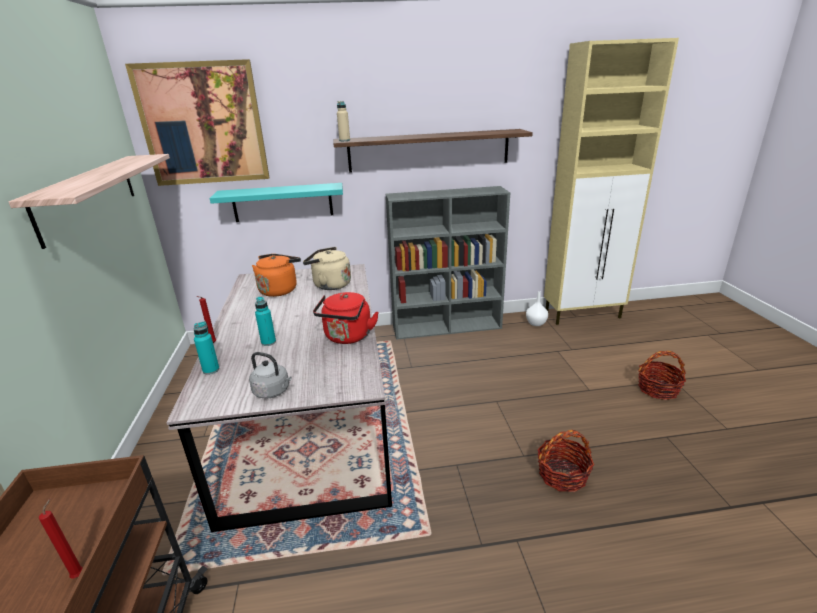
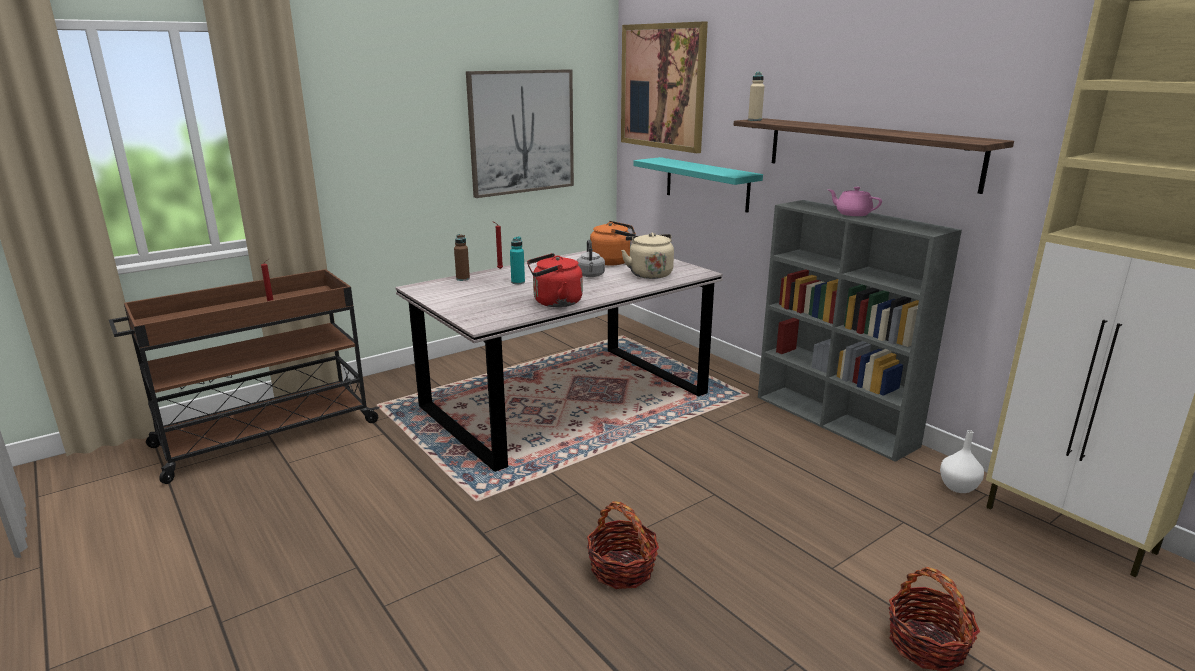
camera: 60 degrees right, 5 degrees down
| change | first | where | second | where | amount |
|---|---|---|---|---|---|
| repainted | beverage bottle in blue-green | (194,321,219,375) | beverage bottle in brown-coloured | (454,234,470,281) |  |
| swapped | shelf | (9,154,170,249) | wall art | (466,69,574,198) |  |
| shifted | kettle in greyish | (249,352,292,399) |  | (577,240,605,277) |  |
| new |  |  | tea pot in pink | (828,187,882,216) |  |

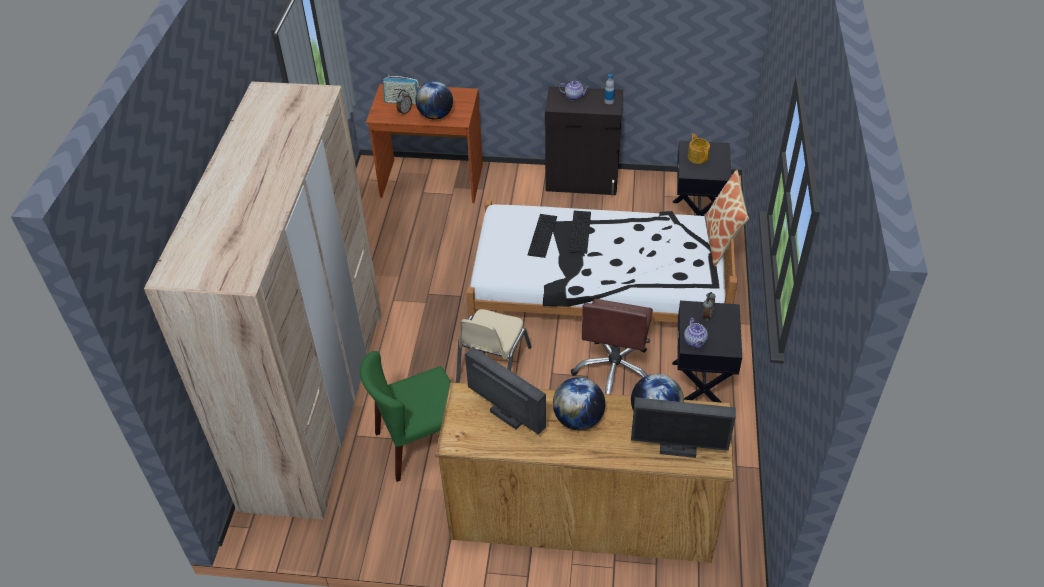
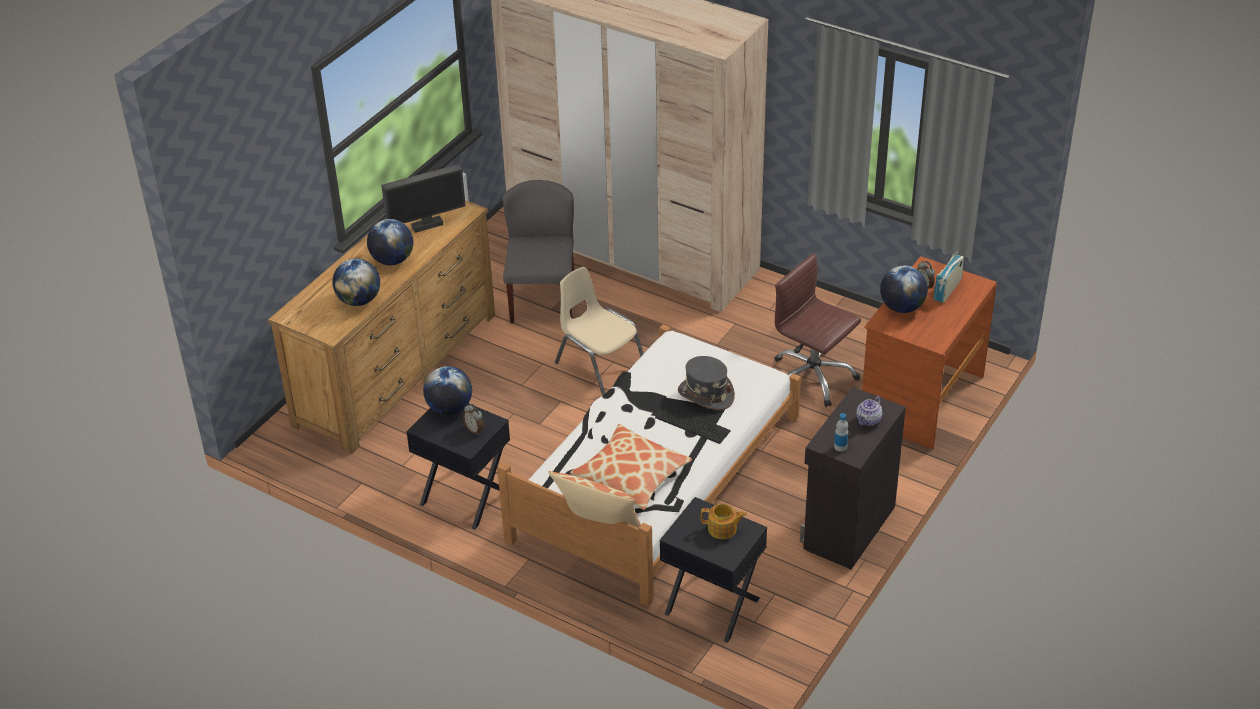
camera: 115 degrees right, 5 degrees down
| change | first | where | second | where | amount |
|---|---|---|---|---|---|
| swapped | tea pot | (684,318,708,349) | desk globe | (423,366,472,415) |  |
| repainted | chair in green-coloured | (360,351,451,482) | chair in greyish | (503,180,574,323) |  |
| new |  |  | cushion | (570,424,692,510) |  |
| swapped | computer keyboard | (528,214,557,258) | hat in greyish | (678,356,735,410) |  |
| shifted | computer chair in brown-coloured | (571,299,653,394) |  | (774,253,861,407) |  |
| gone | computer display | (631,397,736,458) |  |  |  |

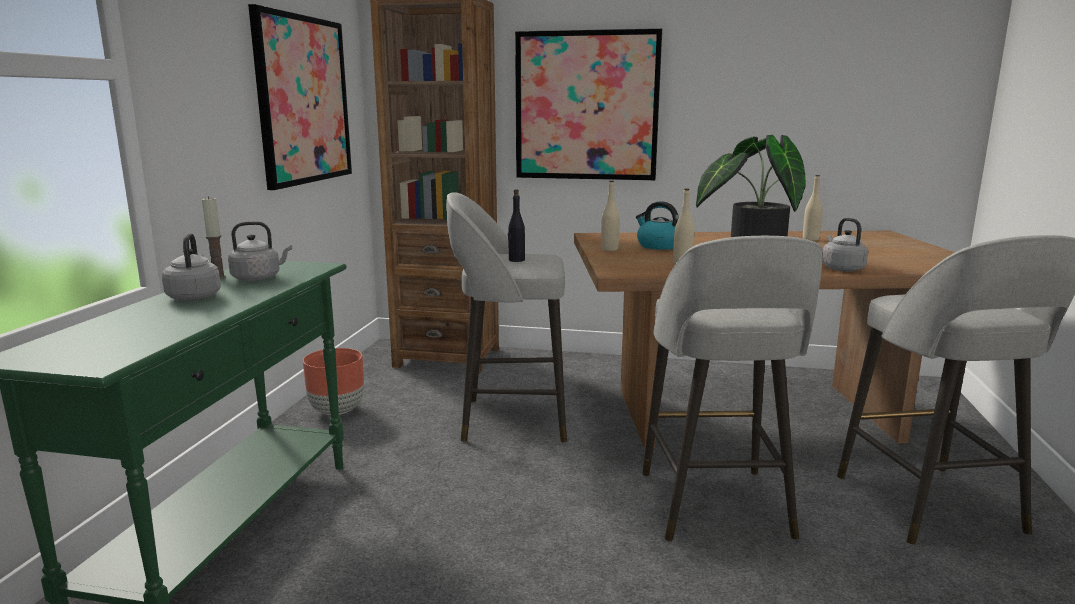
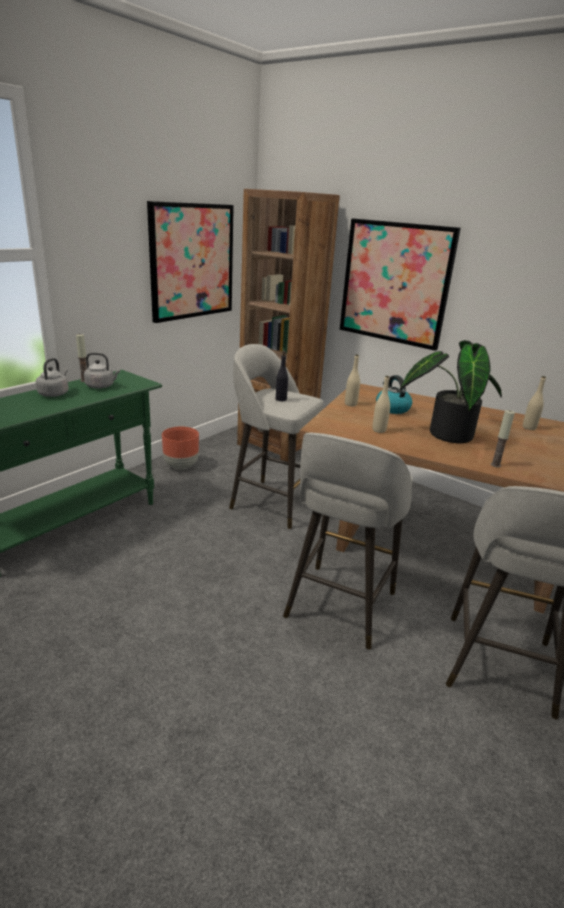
camera: 25 degrees right, 10 degrees up
| change | first | where | second | where | amount |
|---|---|---|---|---|---|
| swapped | kettle in greyish | (822,218,868,272) | wax light | (491,410,515,467) |  |

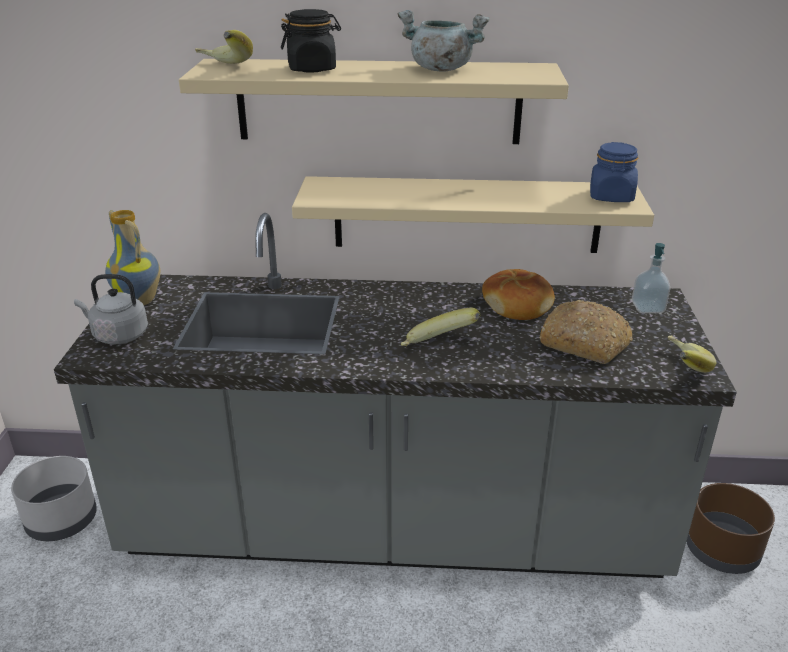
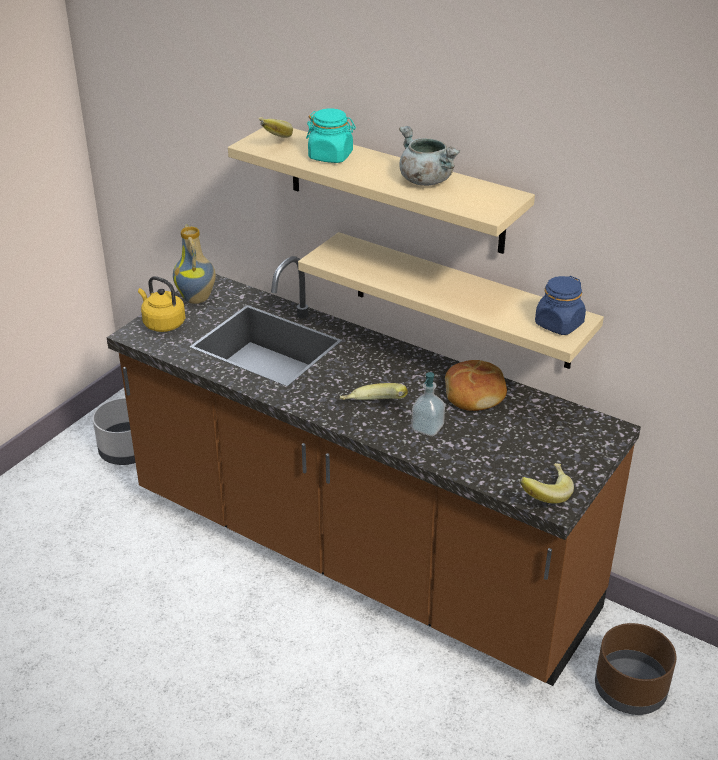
camera: 30 degrees right, 5 degrees up
| change | first | where | second | where | amount |
|---|---|---|---|---|---|
| repainted | kitchen counter in greyish | (54,213,737,578) | kitchen counter in brown-coloured | (106,256,641,686) |  |
| repainted | kettle in greyish | (74,274,148,344) | kettle in yellow | (138,276,185,332) |  |
| repainted | jar in black-coloured | (281,9,341,73) | jar in blue-green | (306,108,356,163) |  |
| shifted | liquid soap bottle | (632,243,670,313) |  | (411,372,445,436) |  |
| gone | bread | (539,300,633,364) |  |  |  |

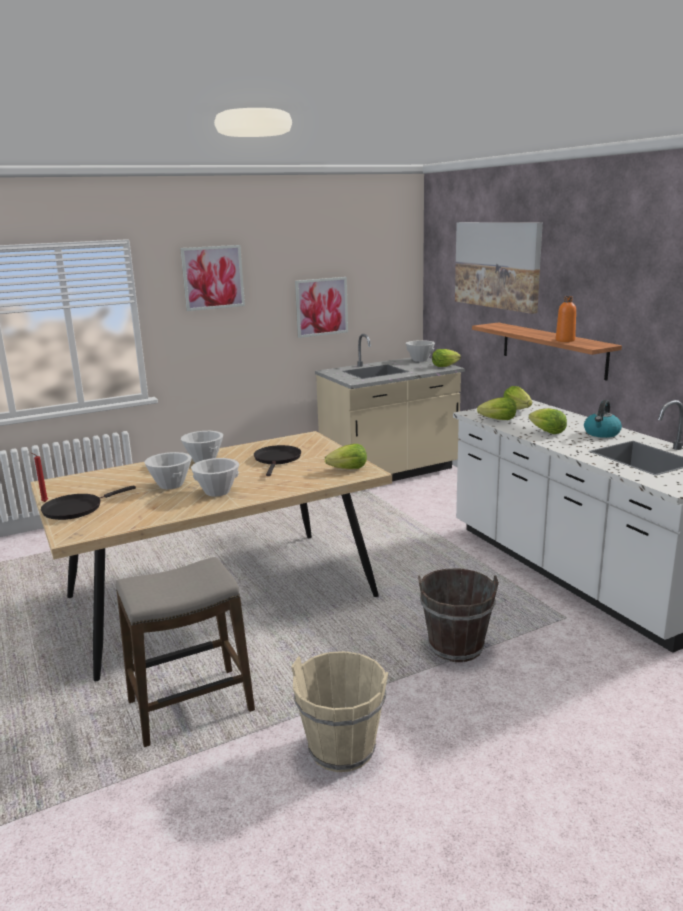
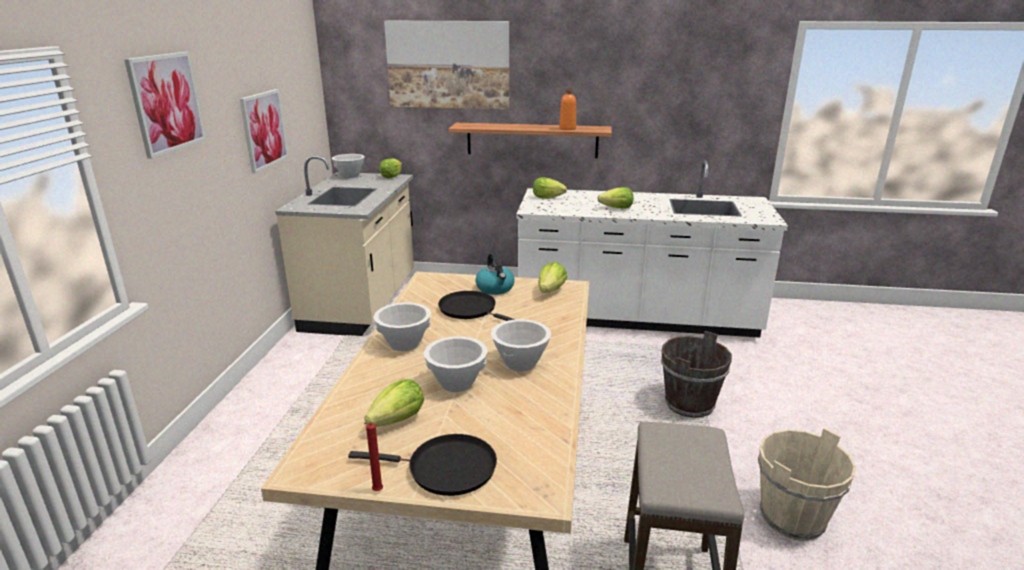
camera: 55 degrees left, 5 degrees up
| change | first | where | second | where | amount |
|---|---|---|---|---|---|
| rotated | pan in black-coloured | (41,485,136,520) |  | (348,434,497,496) | 75 degrees counterclockwise |
| shifted | lettuce head | (477,397,516,420) |  | (365,379,424,427) |  |
| shifted | kettle | (584,400,622,438) |  | (476,253,515,295) |  |

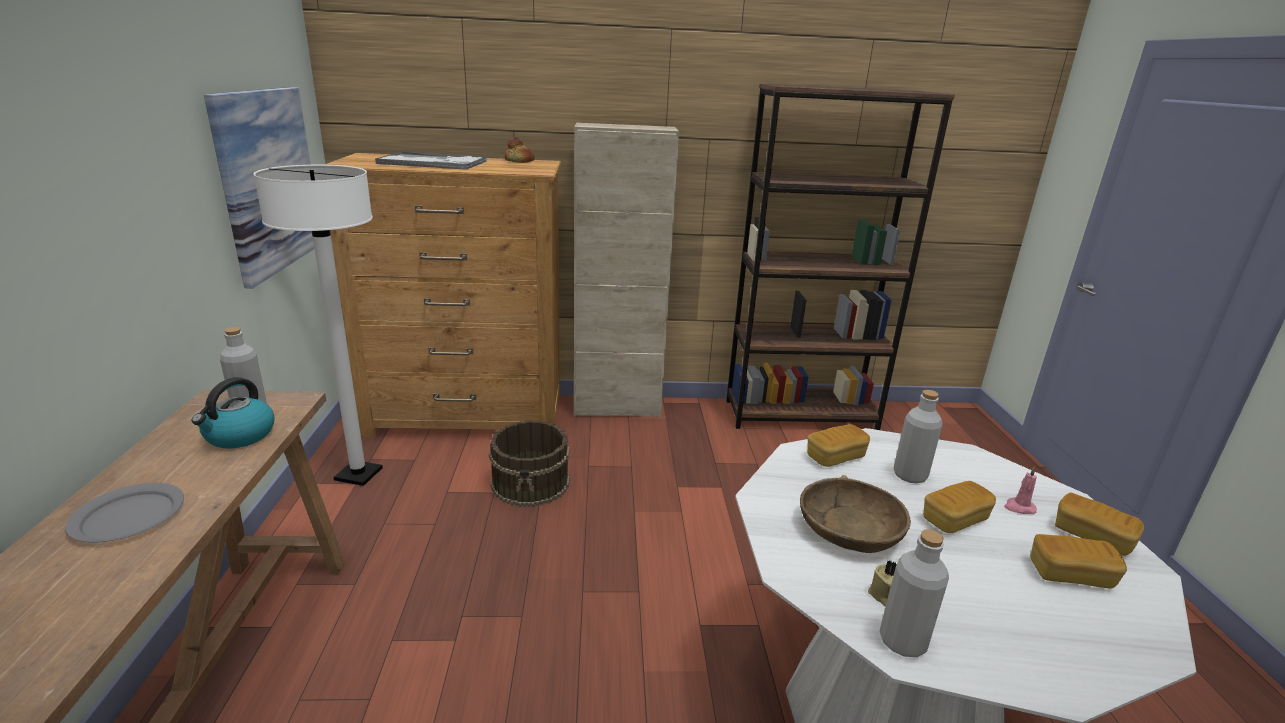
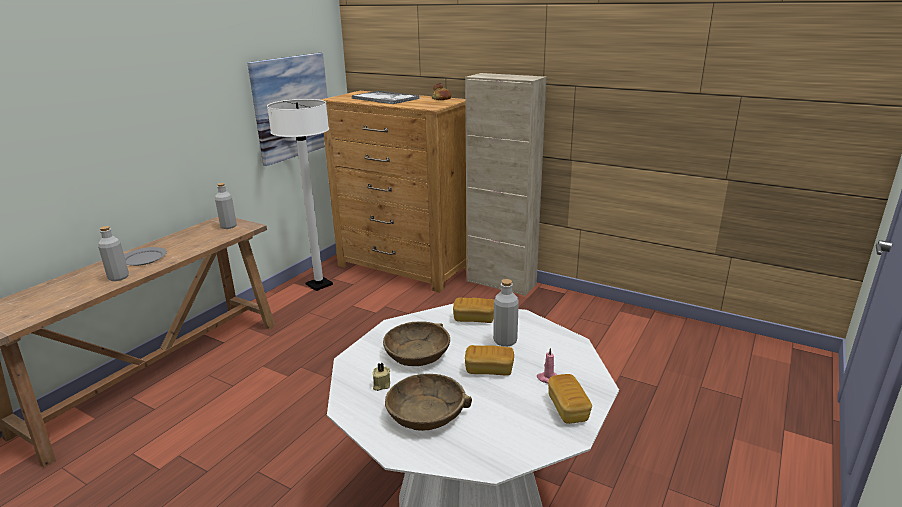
camera: 35 degrees right, 0 degrees up
| change | first | where | second | where | amount |
|---|---|---|---|---|---|
| shifted | beverage bottle in greyish | (880,529,949,657) |  | (98,226,129,281) |  |
| new |  |  | bowl in brown-coloured | (385,374,472,431) |  |
| gone | kettle | (191,377,275,448) |  |  |  |
| gone | water bucket in brown-coloured | (489,421,570,507) |  |  |  |
| gone | bookshelf in brown-coloured | (726,83,955,430) |  |  |  |
| gone | bread | (1030,534,1127,588) |  |  |  |

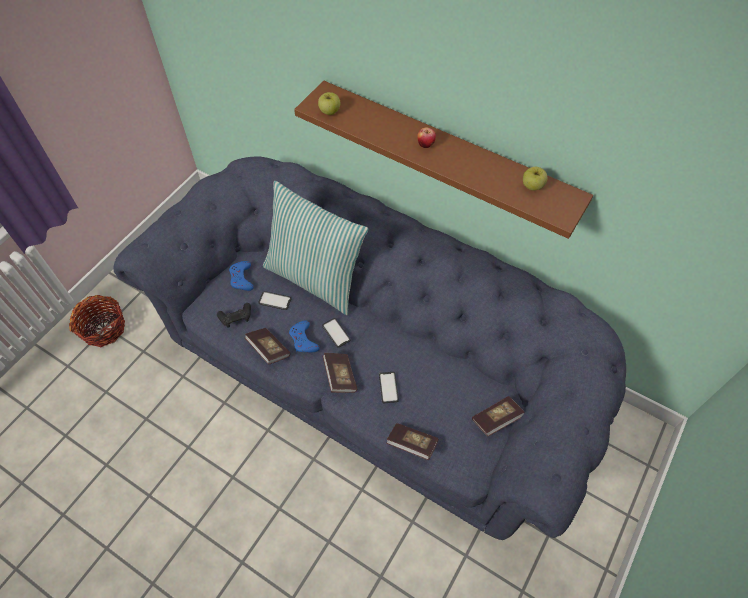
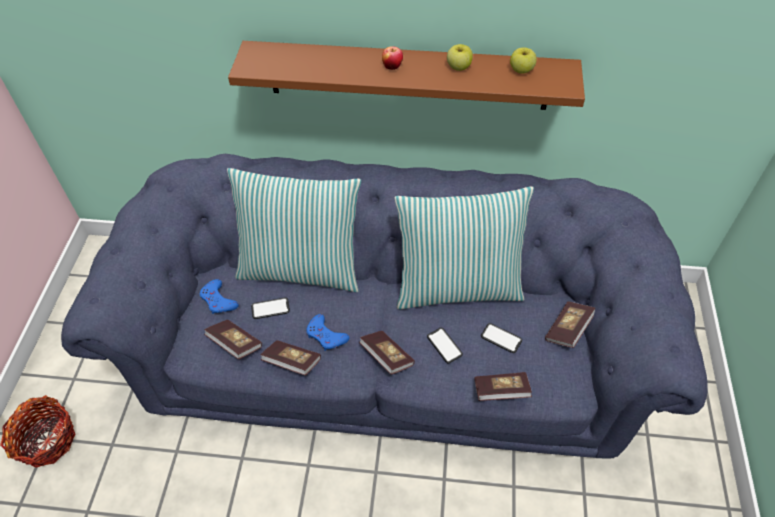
camera: 25 degrees left, 5 degrees down
| change | first | where | second | where | amount |
|---|---|---|---|---|---|
| swapped | gamepad in black-coloured | (217,303,251,328) | book | (204,320,262,359) |  |
| new |  |  | cushion | (395,186,534,309) |  |
| shifted | whole apple | (318,92,340,115) |  | (447,44,473,71) |  |
| shifted | handset | (322,318,350,348) |  | (481,323,522,353) |  |

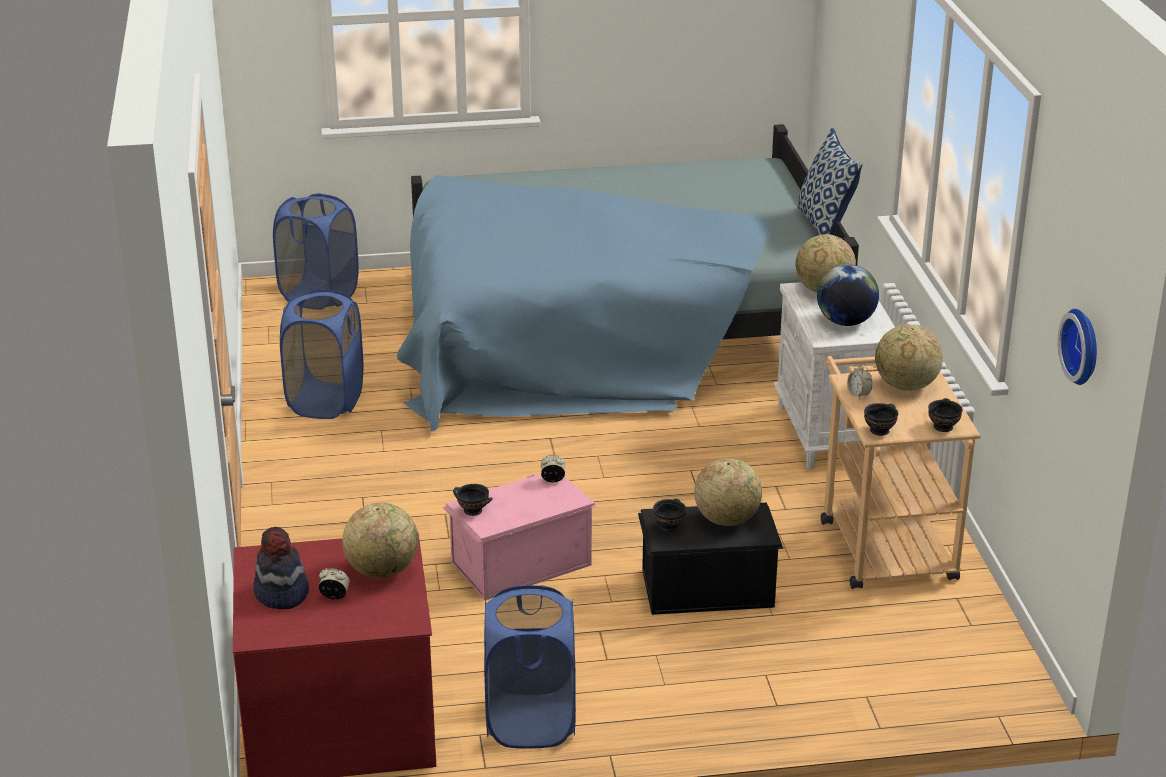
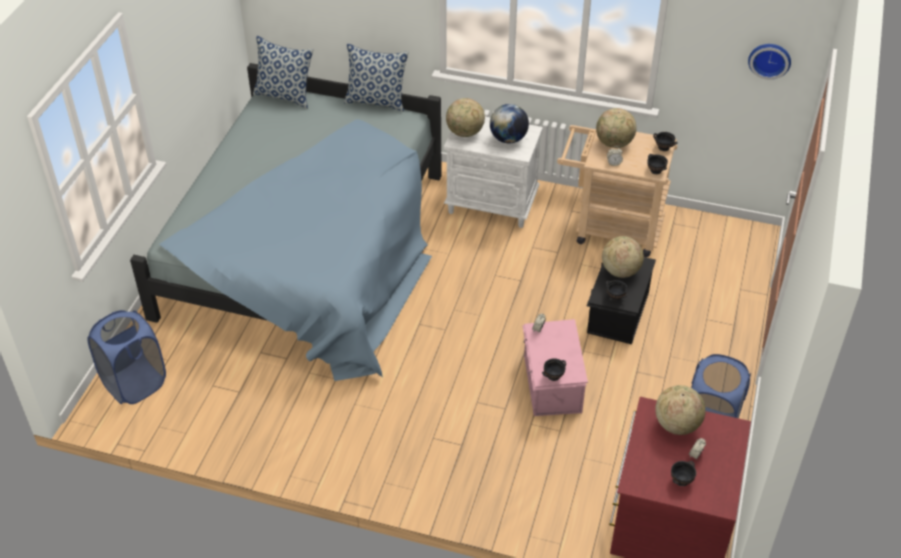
camera: 65 degrees left, 15 degrees up
| change | first | where | second | where | amount |
|---|---|---|---|---|---|
| new |  |  | cushion | (253,36,313,109) |  |
| swapped | hat | (253,527,309,609) | bowl in black-coloured | (671,461,696,486) |  |
| gone | laundry basket in bluish | (280,289,363,419) |  |  |  |

